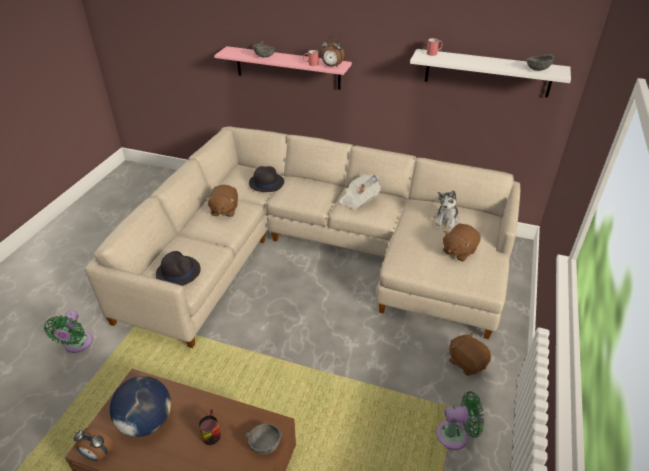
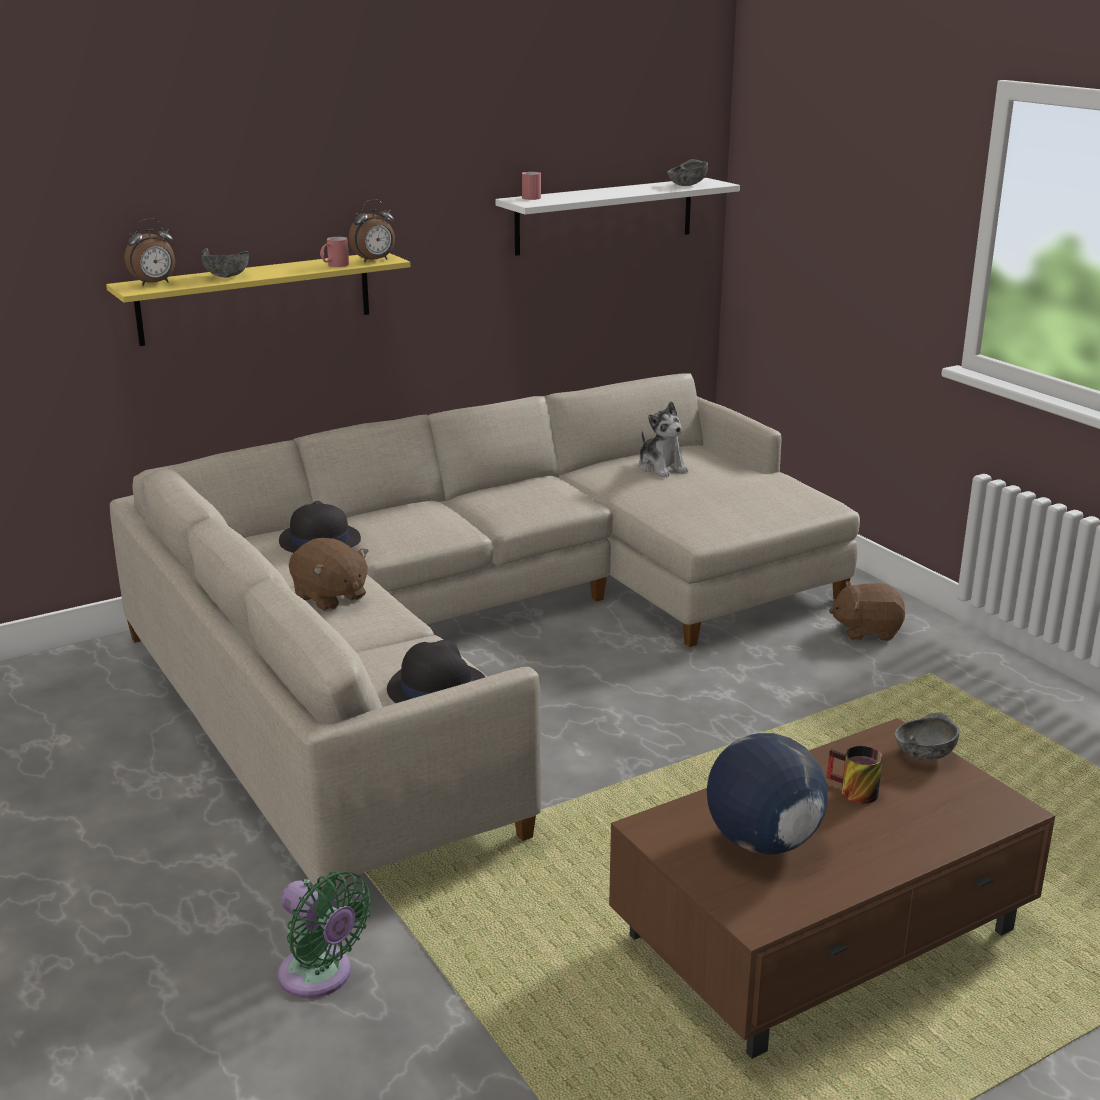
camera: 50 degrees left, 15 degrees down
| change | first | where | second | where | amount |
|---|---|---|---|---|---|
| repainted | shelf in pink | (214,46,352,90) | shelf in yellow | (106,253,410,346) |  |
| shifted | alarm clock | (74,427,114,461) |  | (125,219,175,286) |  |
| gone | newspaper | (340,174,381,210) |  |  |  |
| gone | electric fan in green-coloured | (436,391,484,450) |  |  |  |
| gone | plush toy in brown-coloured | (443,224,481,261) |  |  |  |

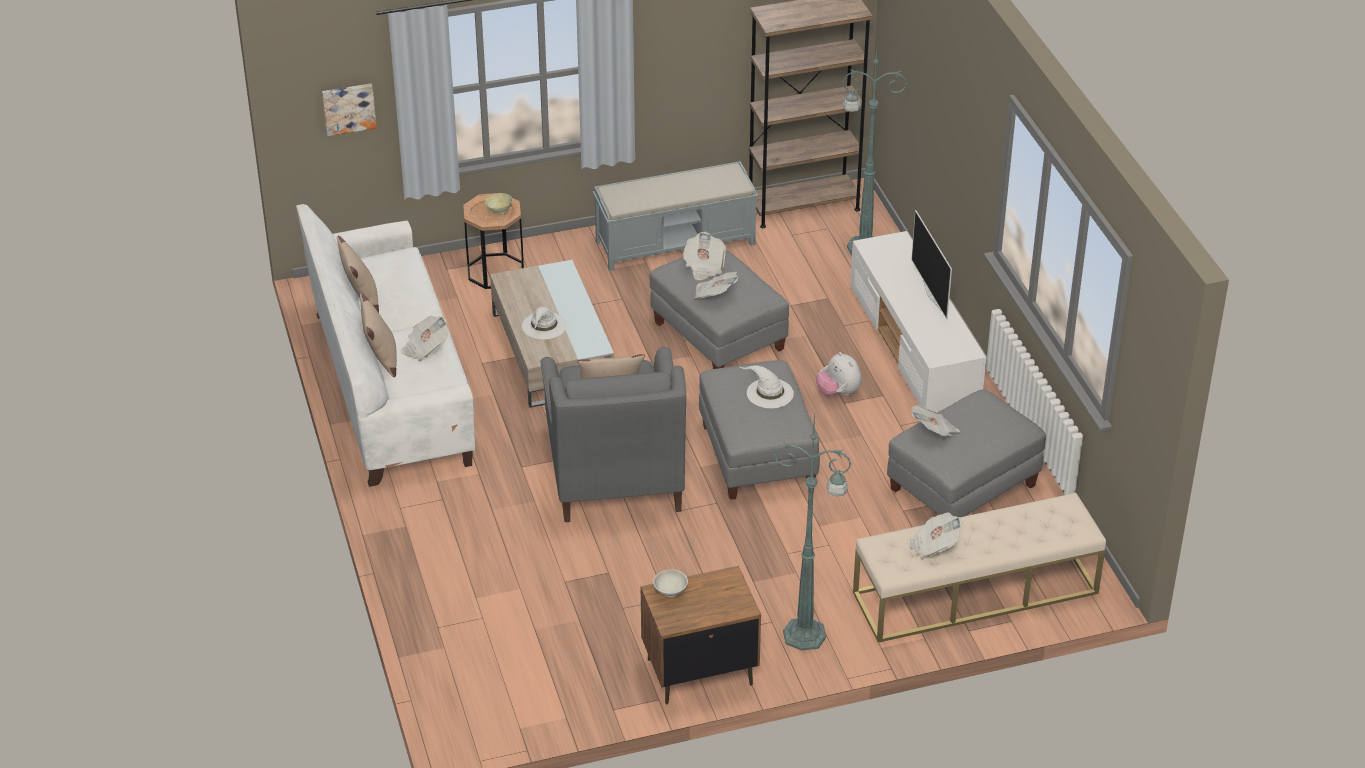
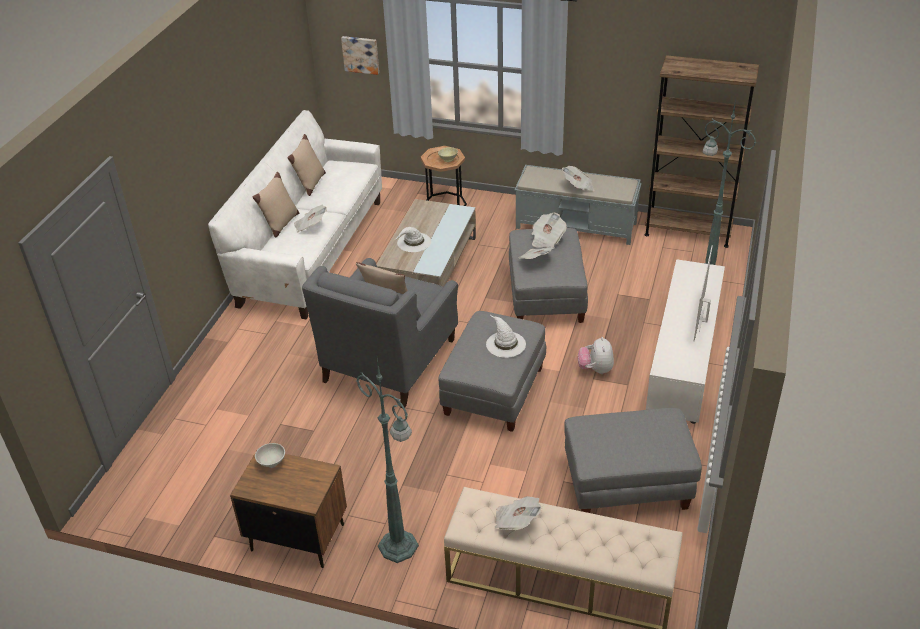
camera: 35 degrees right, 0 degrees up
| change | first | where | second | where | amount |
|---|---|---|---|---|---|
| shifted | newspaper | (911,405,960,436) |  | (562,166,595,191) |  |

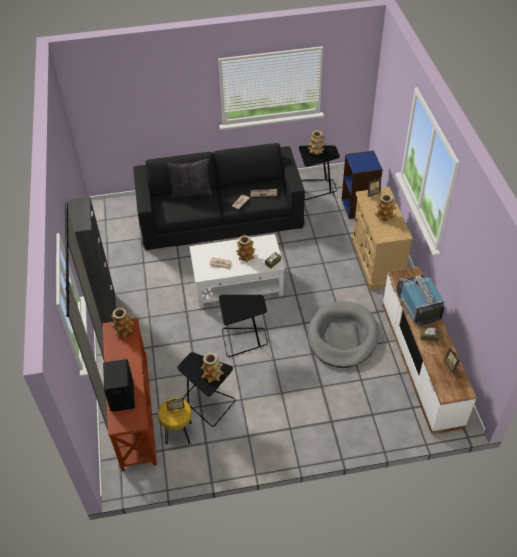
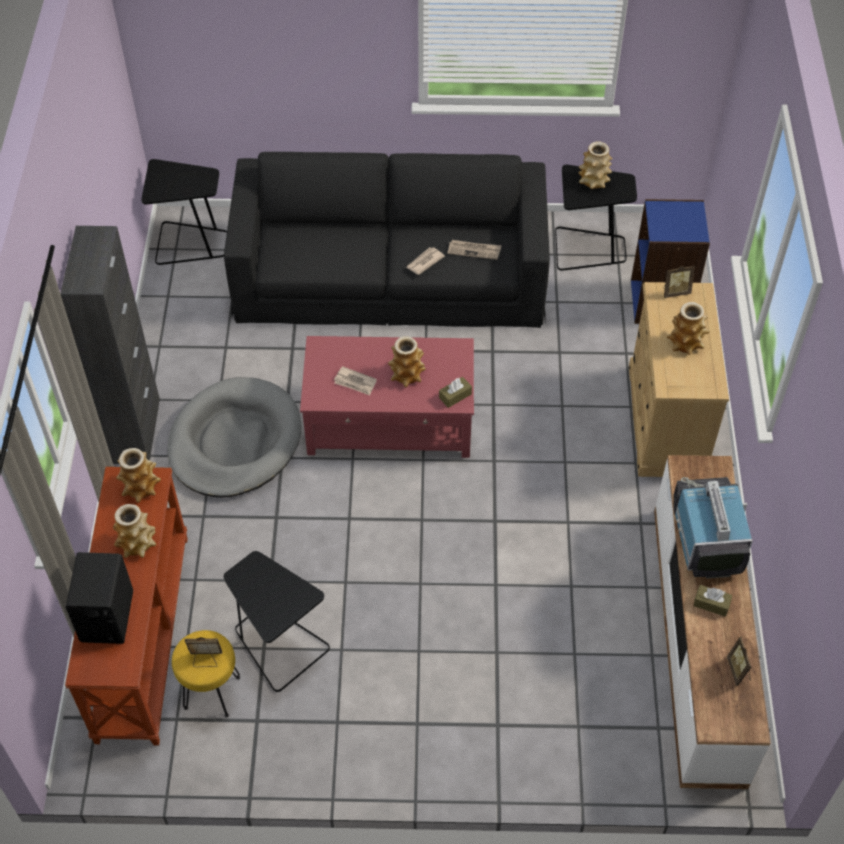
camera: 10 degrees right, 5 degrees up
| change | first | where | second | where | amount |
|---|---|---|---|---|---|
| shifted | flower vase | (201,353,224,383) |  | (113,504,156,558) |  |
| shifted | side table in black-coloured | (219,295,268,357) |  | (141,159,227,265) |  |
| shifted | dog cushion in greyish | (308,301,379,368) |  | (167,377,301,498) |  |
| repainted | coffee table in white-coloured | (189,234,285,308) | coffee table in red-coloured | (300,336,474,458) |  |
| gone | cushion in black-coloured | (167,159,213,200) |  |  |  |

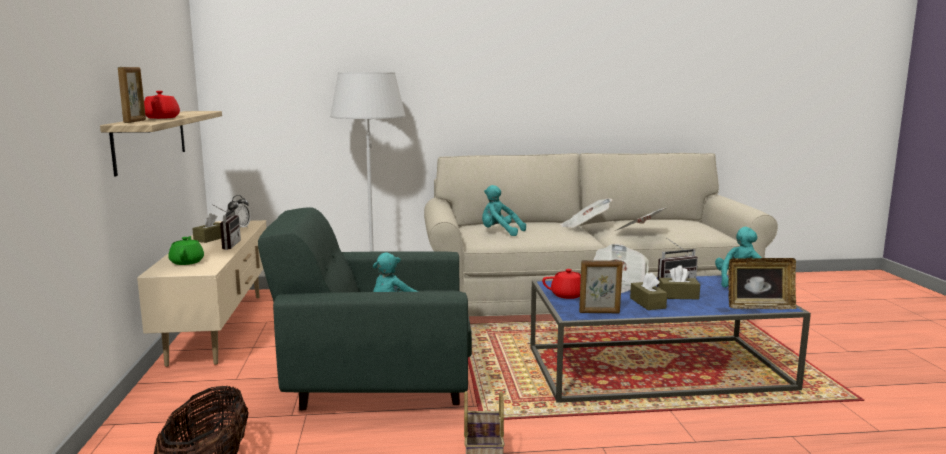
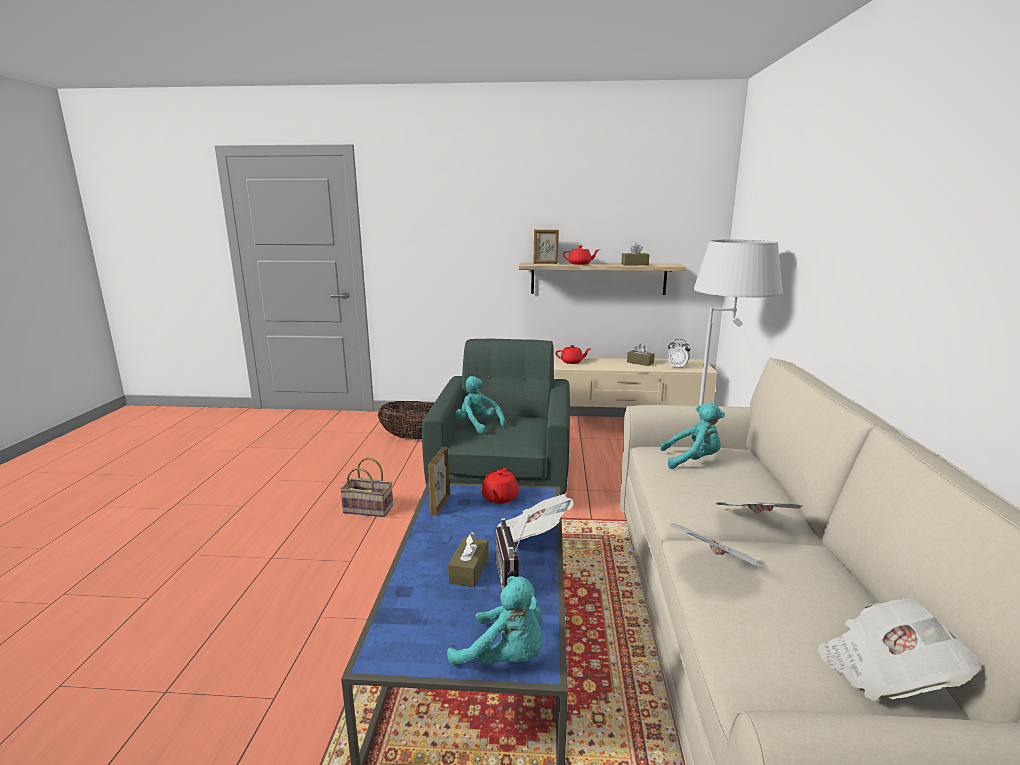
camera: 100 degrees right, 5 degrees up
| change | first | where | second | where | amount |
|---|---|---|---|---|---|
| repainted | tea pot in green-coloured | (168,236,204,265) | tea pot in red-coloured | (556,345,591,364) |  |
| shifted | box of tissues in brown-coloured | (630,272,667,310) |  | (621,243,650,265) |  |
| rotated | plush toy in blue-green | (482,185,526,236) |  | (660,402,725,469) | 60 degrees clockwise |
| new |  |  | newspaper | (818,598,981,701) |  |
| gone | radio receiver | (212,204,241,250) |  |  |  |
| gone | picture frame | (728,258,796,309) |  |  |  |

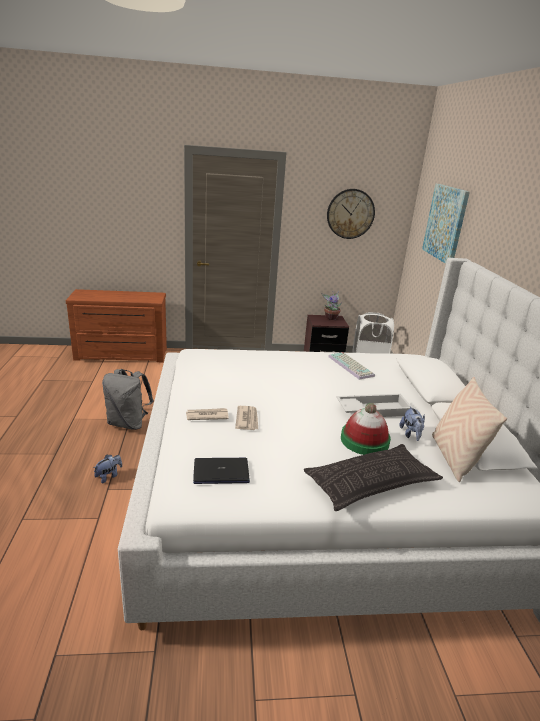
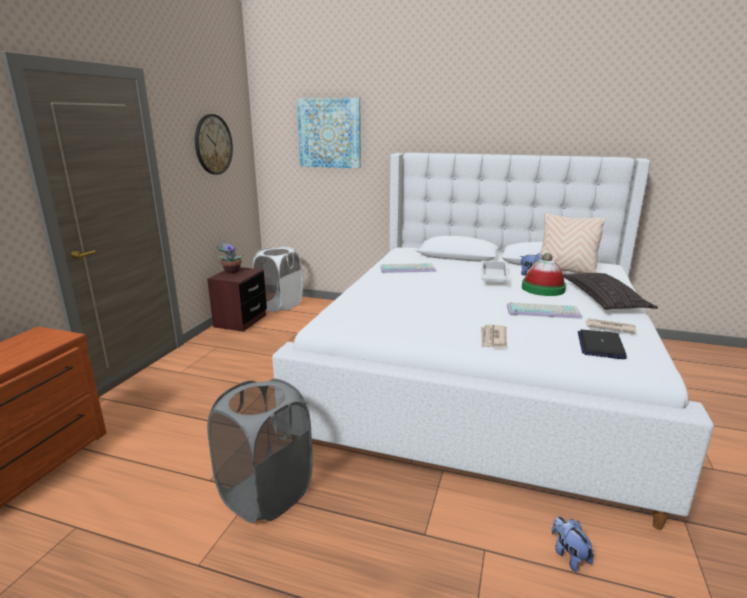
camera: 65 degrees left, 5 degrees down
| change | first | where | second | where | amount |
|---|---|---|---|---|---|
| swapped | backpack in greyish | (102,369,154,430) | laundry basket in greyish | (207,379,313,523) |  |
| new |  |  | computer keyboard | (507,302,582,319) |  |
| shifted | plush toy | (94,454,122,483) |  | (551,516,594,572) |  |
| shifted | newspaper | (235,406,258,430) |  | (586,318,637,333) |  |

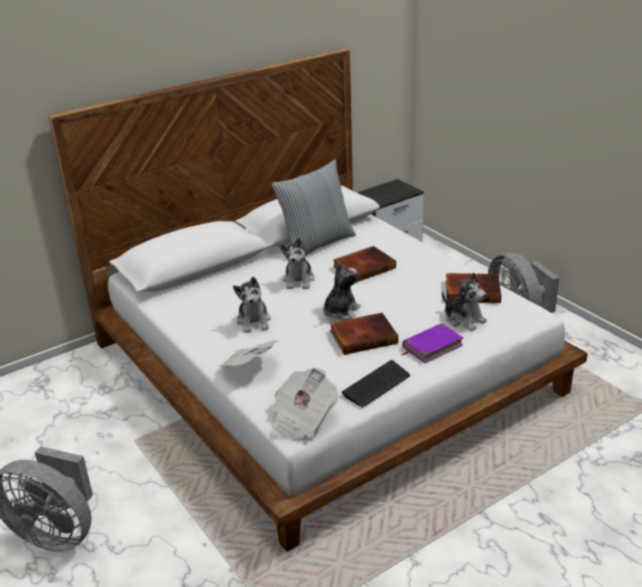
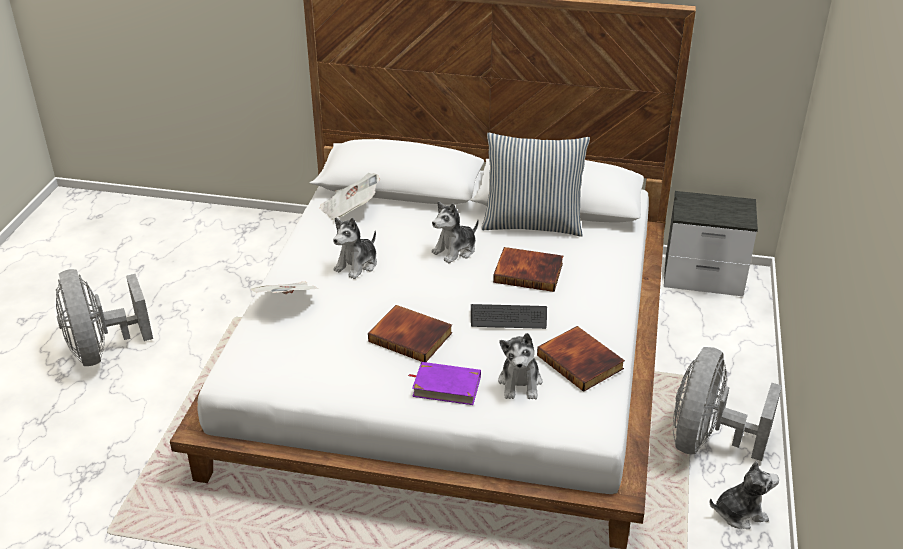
camera: 45 degrees right, 5 degrees up
| change | first | where | second | where | amount |
|---|---|---|---|---|---|
| shifted | newspaper | (272,368,338,438) |  | (320,173,380,220) |  |
| shifted | computer keyboard | (342,360,410,408) |  | (471,304,547,329) |  |
| shifted | plush toy | (323,262,361,321) |  | (710,461,779,529) |  |

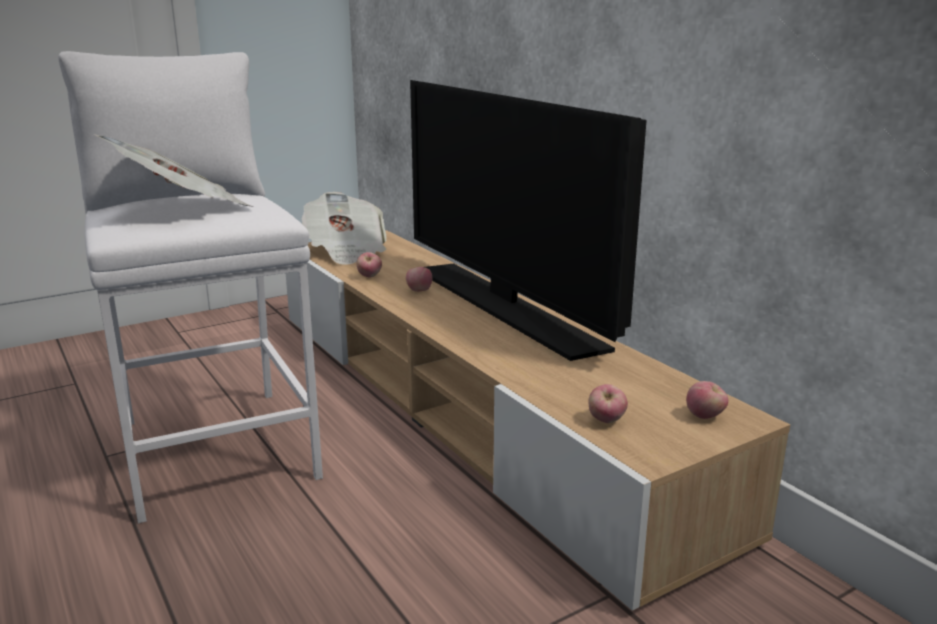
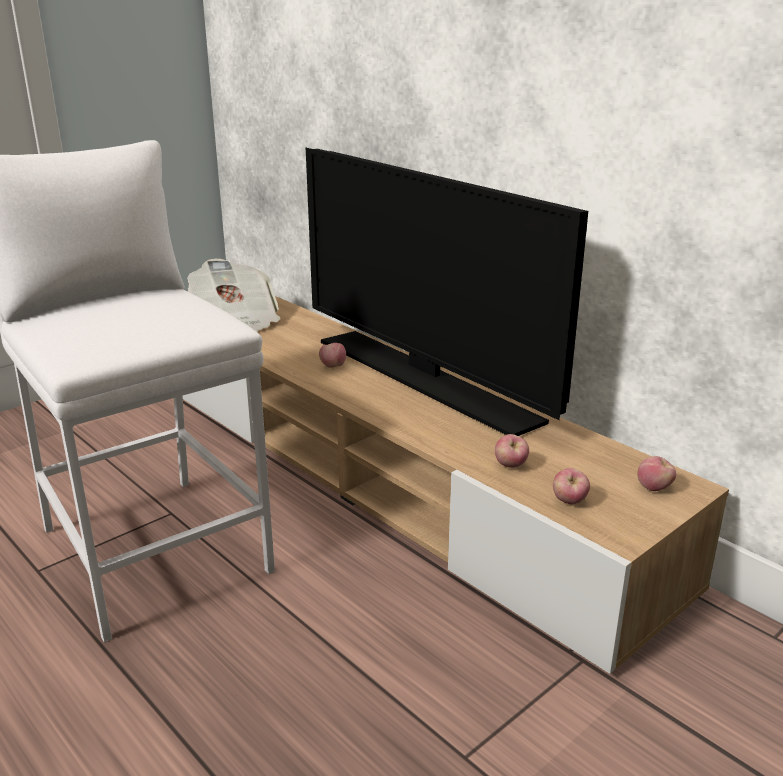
camera: 10 degrees left, 5 degrees up
| change | first | where | second | where | amount |
|---|---|---|---|---|---|
| shifted | whole apple | (356,252,382,278) |  | (495,434,529,468) |  |
| gone | newspaper | (93,134,251,206) |  |  |  |

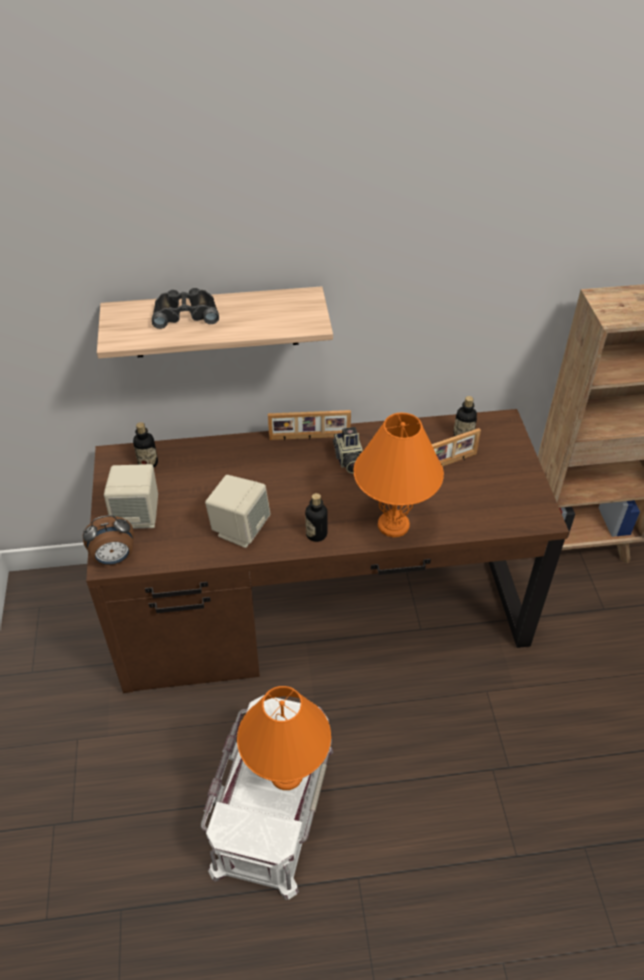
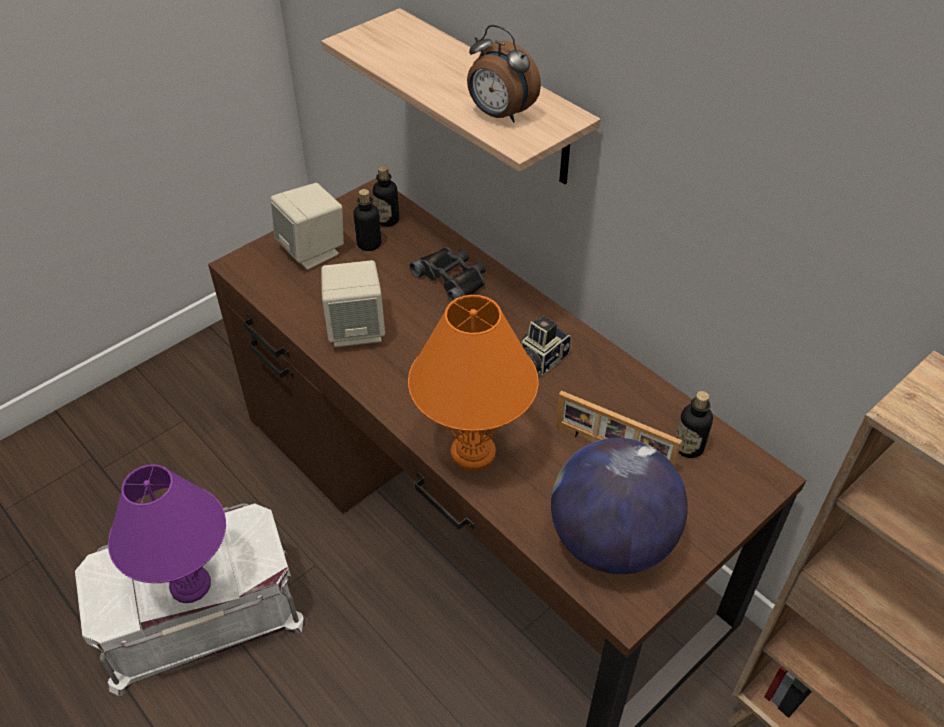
camera: 55 degrees right, 0 degrees up
| change | first | where | second | where | amount |
|---|---|---|---|---|---|
| repainted | tabletop lamp in orangey | (237,686,331,790) | tabletop lamp in purplish | (108,464,226,603) |  |
| shifted | beverage bottle | (305,493,328,542) |  | (353,189,381,251) |  |
| shifted | binoculars in black-coloured | (152,288,219,329) |  | (409,247,485,302) |  |
| shifted | alarm clock | (83,515,134,565) |  | (467,25,541,123) |  |
| new |  |  | desk globe | (551,438,688,574) |  |
| gone | picture frame | (268,410,351,440) |  |  |  |

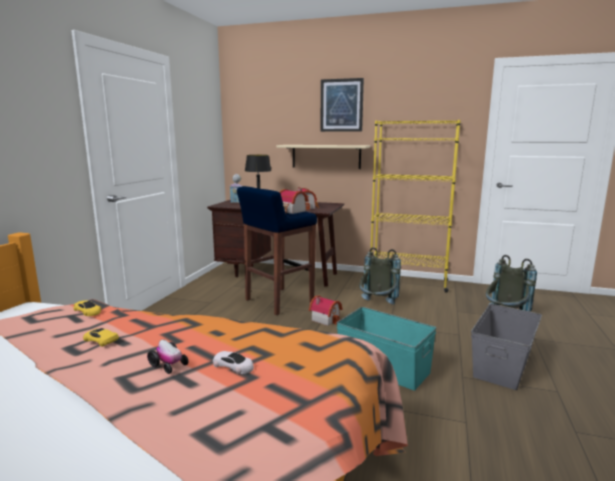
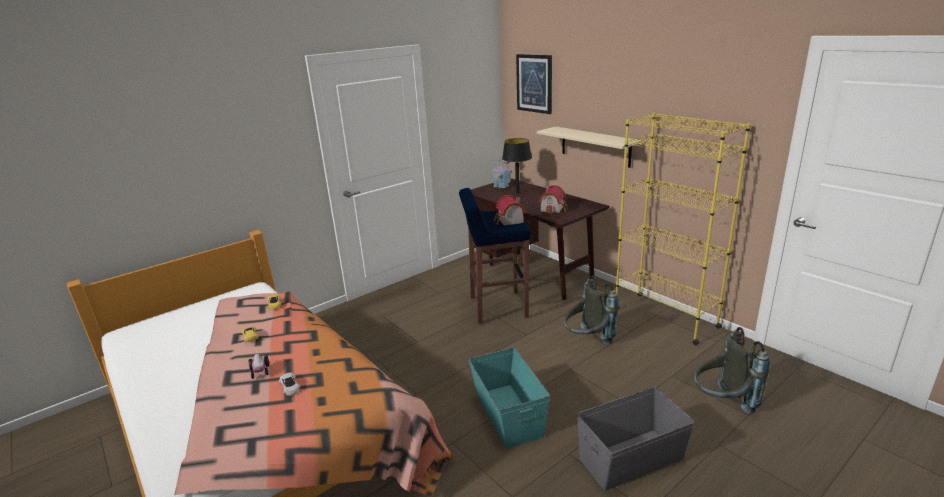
camera: 35 degrees right, 10 degrees up
| change | first | where | second | where | amount |
|---|---|---|---|---|---|
| shifted | wall art | (320,78,364,132) |  | (516,54,552,114) |  |
| gone | model house | (309,296,342,326) |  |  |  |

